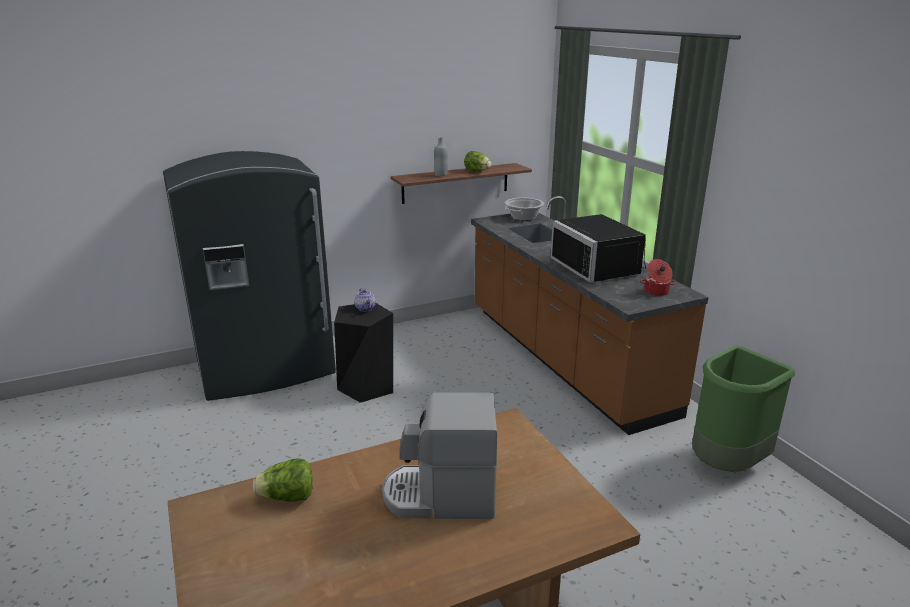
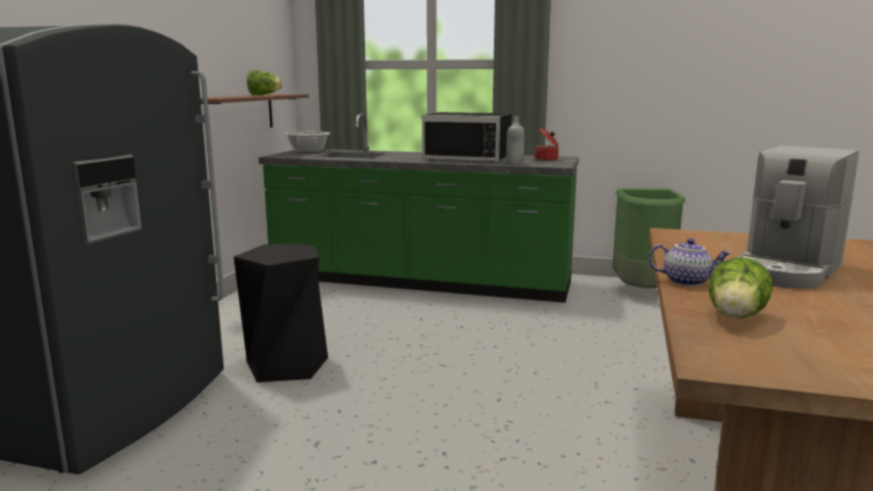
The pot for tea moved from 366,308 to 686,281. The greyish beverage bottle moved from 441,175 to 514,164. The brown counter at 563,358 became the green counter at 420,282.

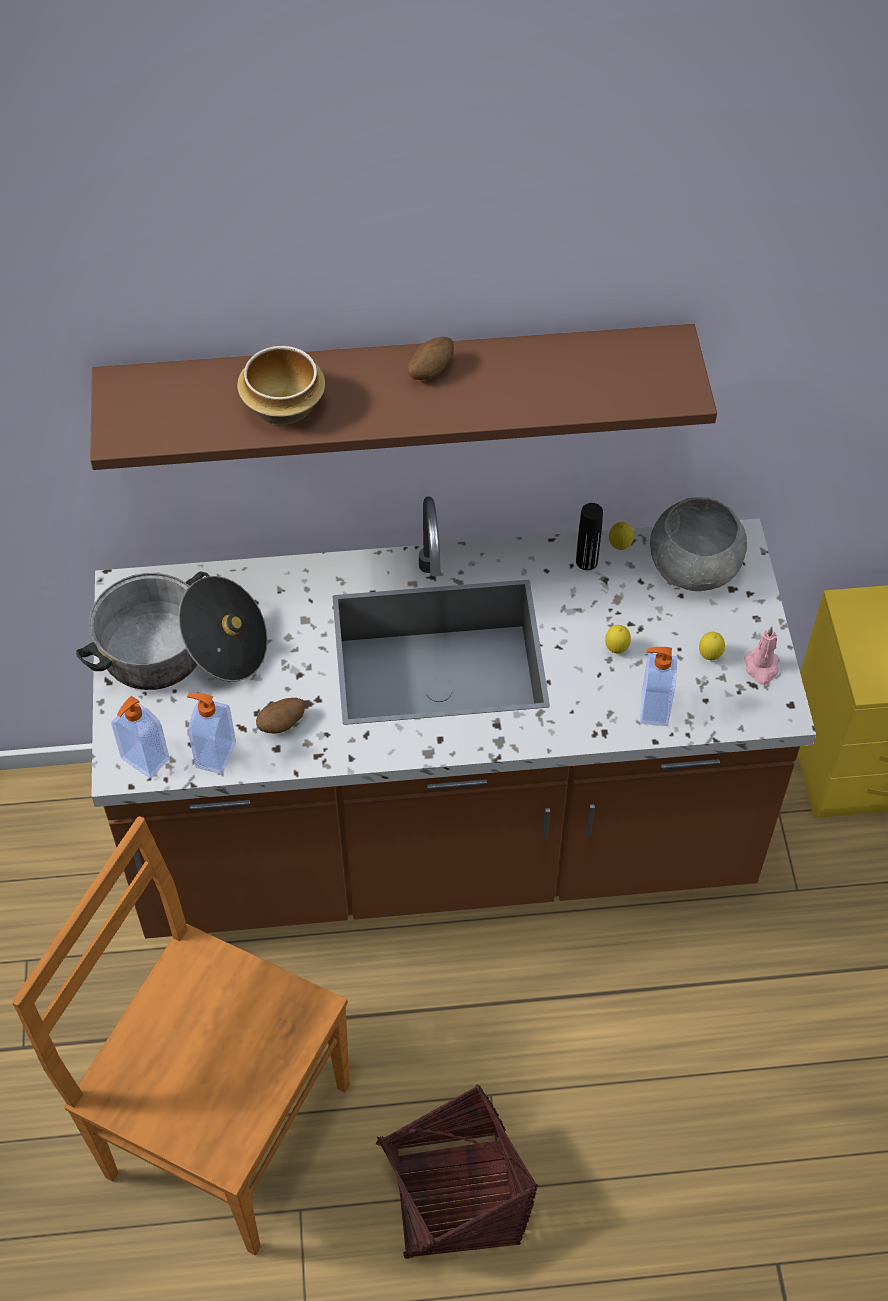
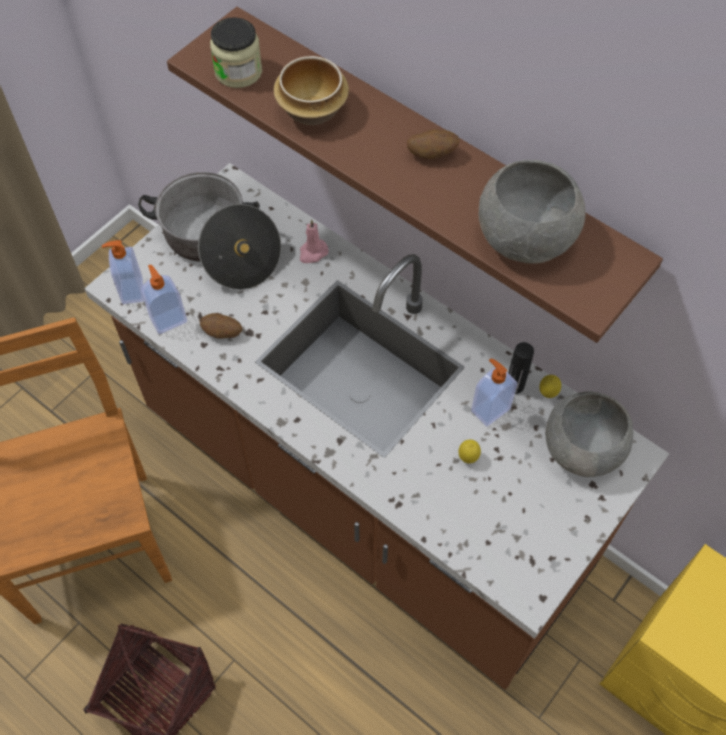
The lemon at 709,656 disappeared. The jar at 238,72 appeared. The greyish serving bowl at 525,238 appeared. The soap dispenser moved from 652,709 to 489,409. The pinkish wax light moved from 761,667 to 312,252.

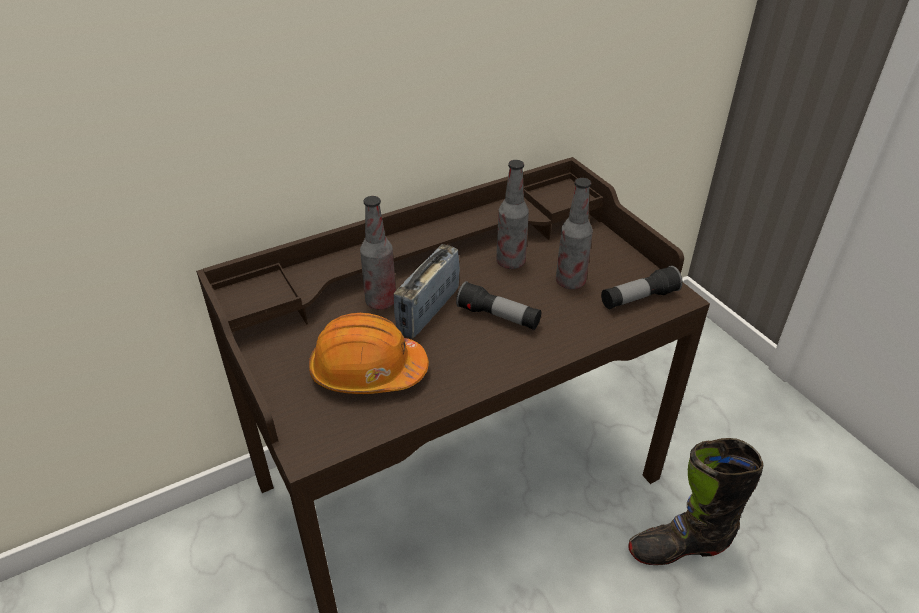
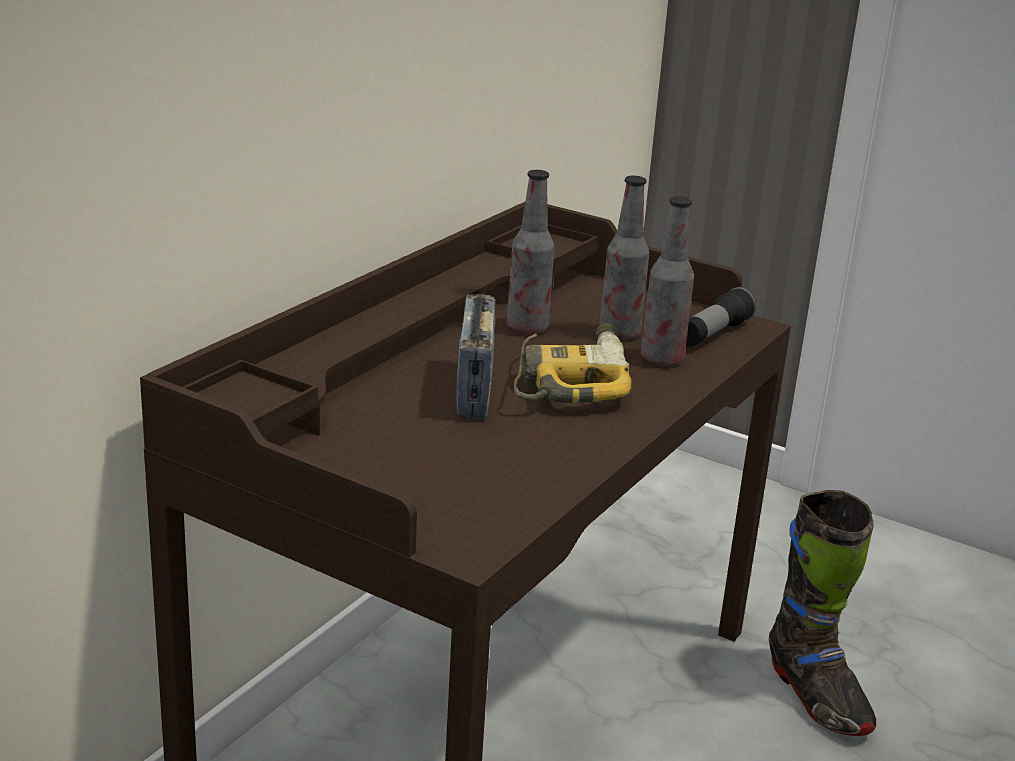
The orange-coloured work helmet at 367,371 disappeared. The beverage bottle moved from 381,301 to 662,359. The hand torch at 498,317 was replaced by the power drill at 568,380. The black tall boot at 679,547 turned 75 degrees counterclockwise.

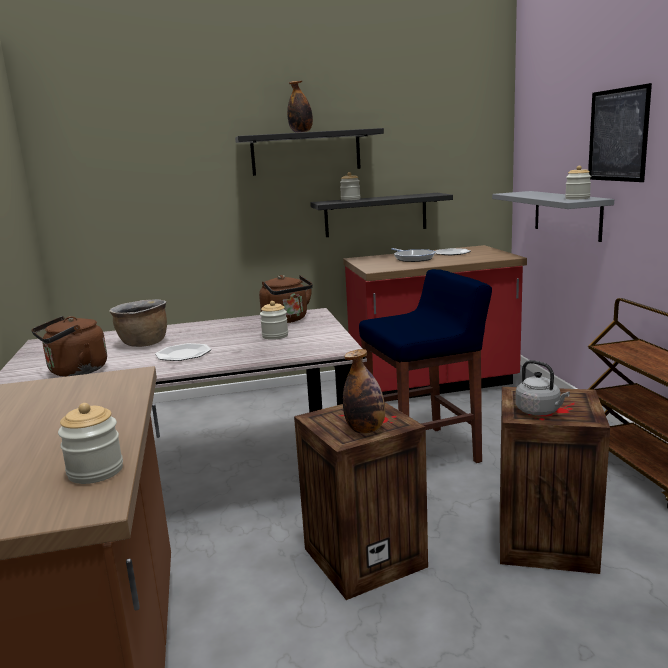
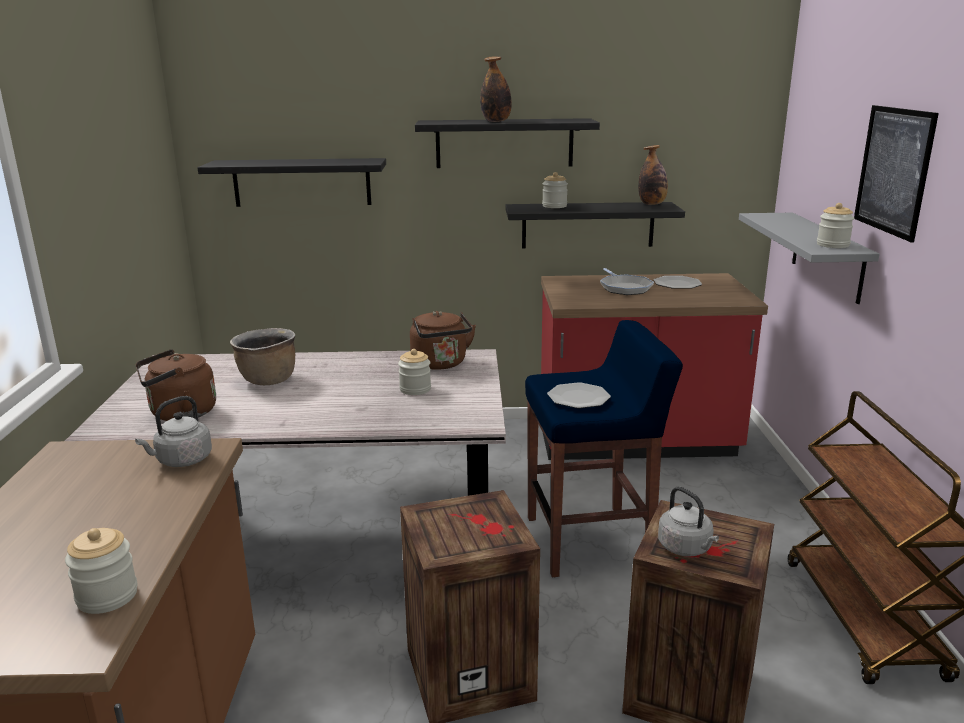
The greyish kettle at 181,461 appeared. The black wall shelf at 302,182 appeared. The plate moved from 183,354 to 578,397. The beverage bottle moved from 365,430 to 652,204.

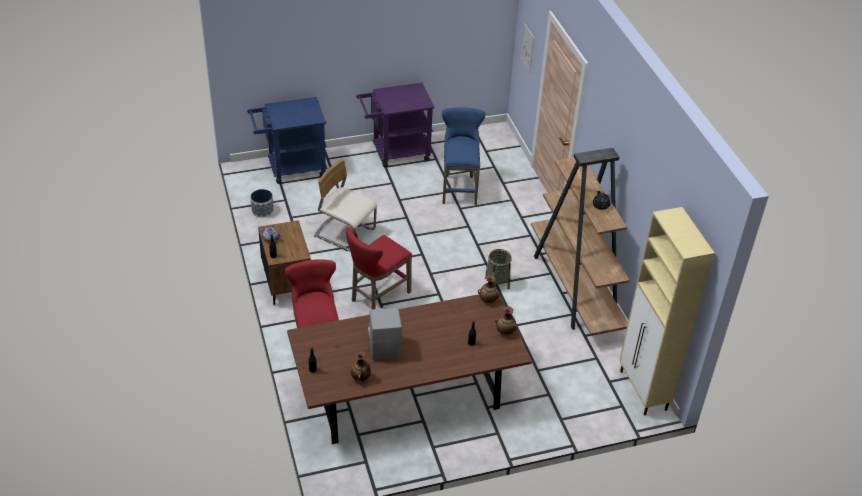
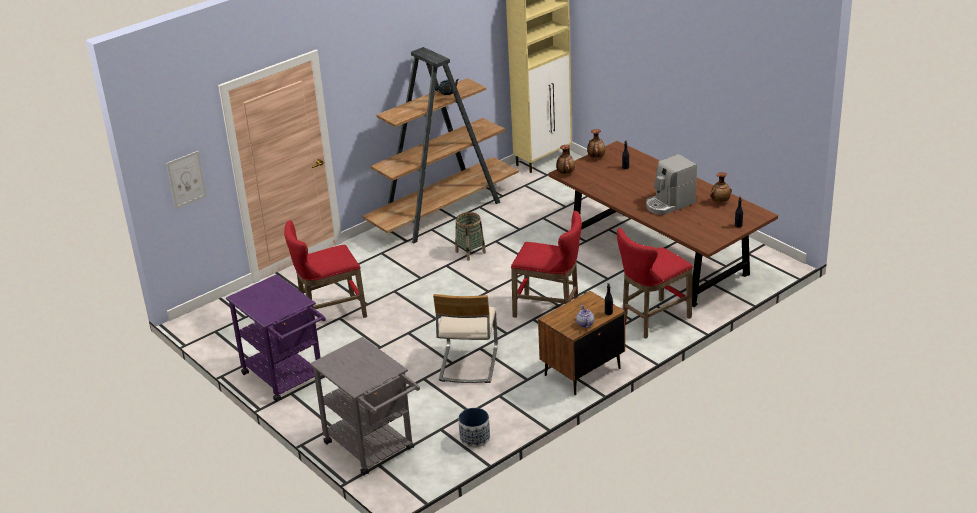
The blue-coloured trolley at 291,168 became the greyish trolley at 374,449. The blue-coloured stool seat at 459,188 became the reddish stool seat at 329,315.

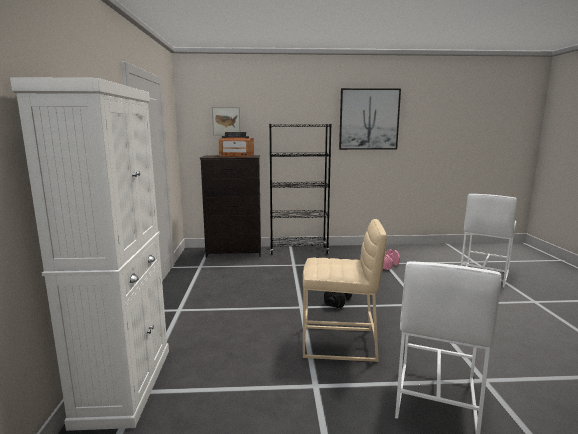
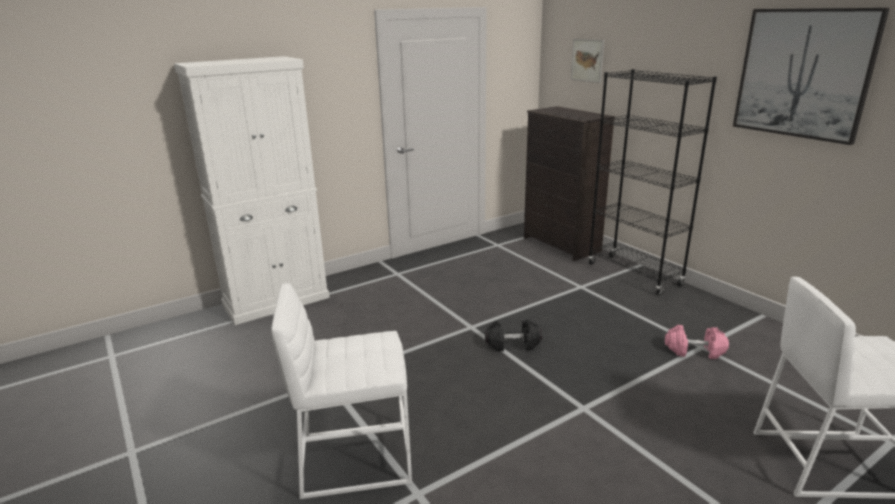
The radio at 236,156 disappeared. The beige stool seat at 339,343 disappeared.

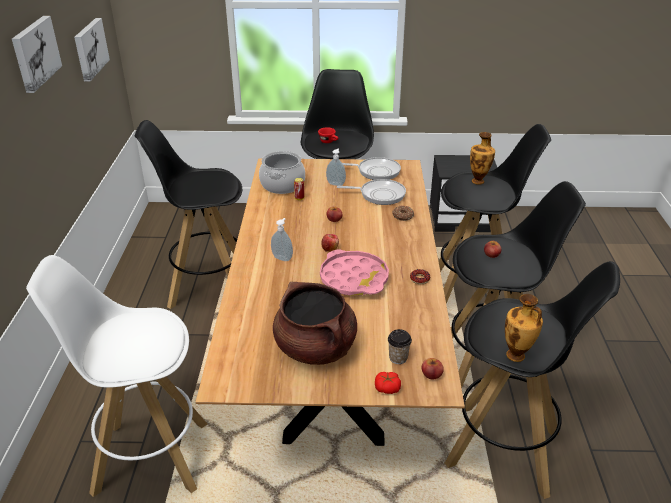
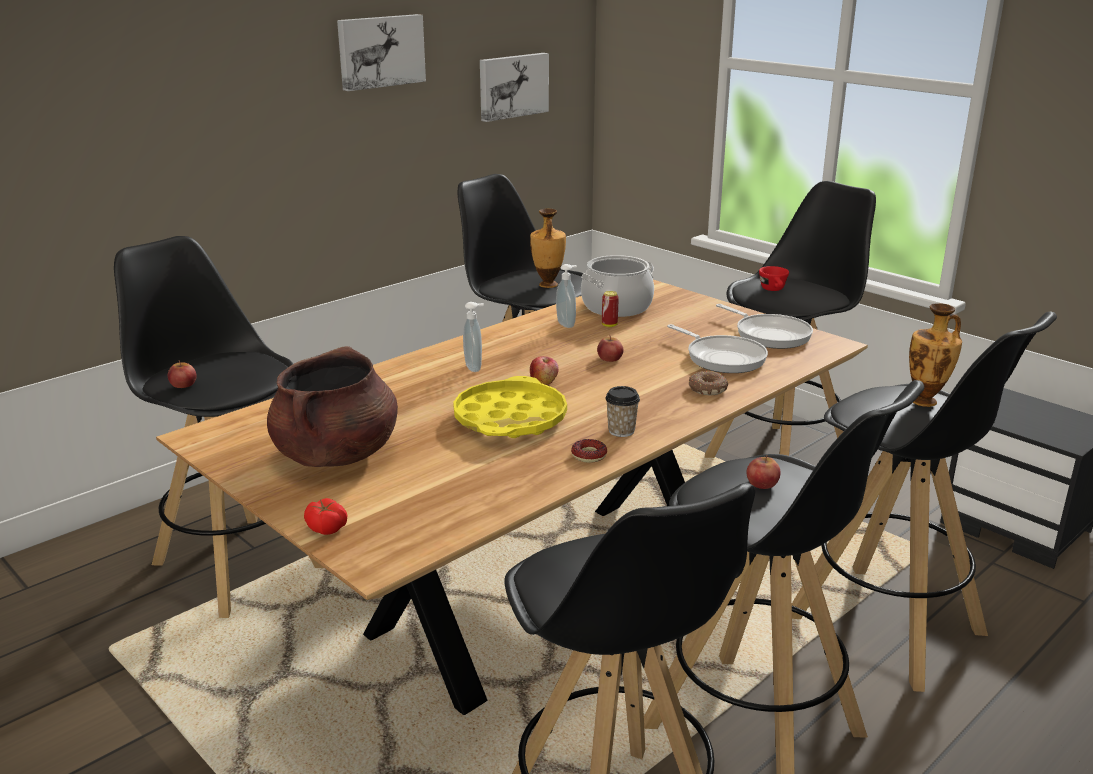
The soap dispenser moved from 336,183 to 567,324. The cup moved from 398,358 to 621,431. The apple fruit moved from 431,374 to 183,384. The decorative vase moved from 516,356 to 548,285. The white stool seat at 149,457 became the black stool seat at 238,563. The pinkish carrying tray at 354,278 became the yellow carrying tray at 510,418.

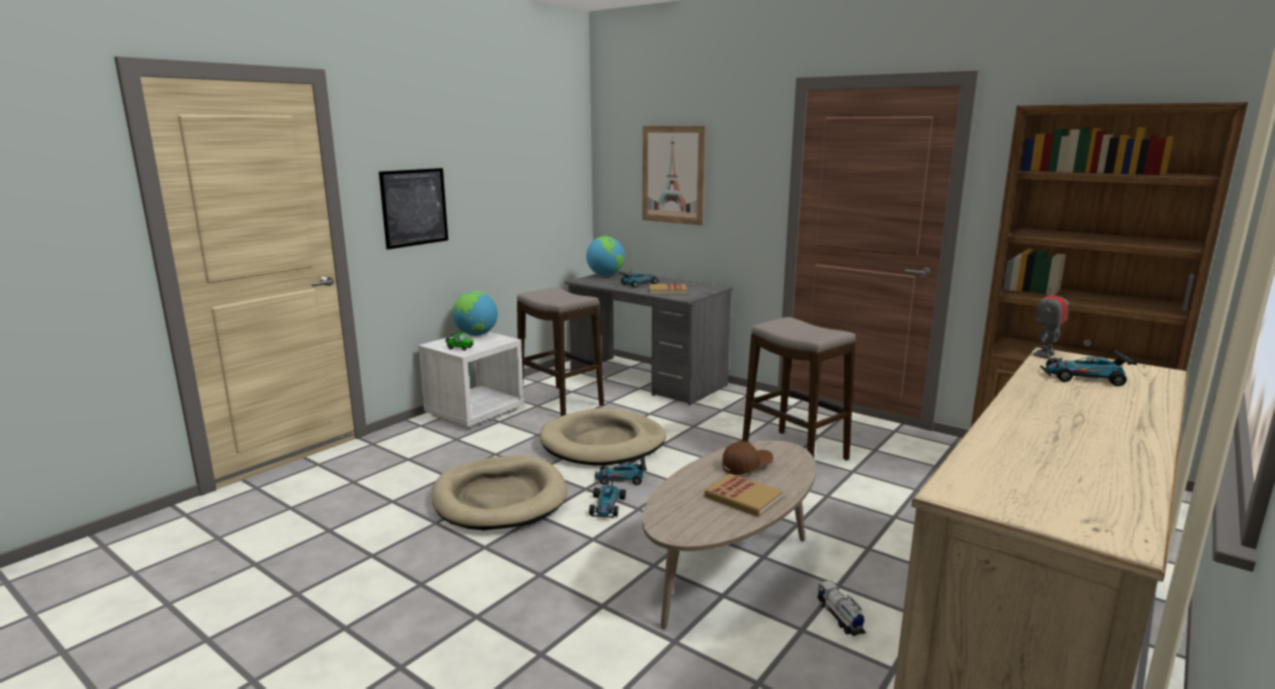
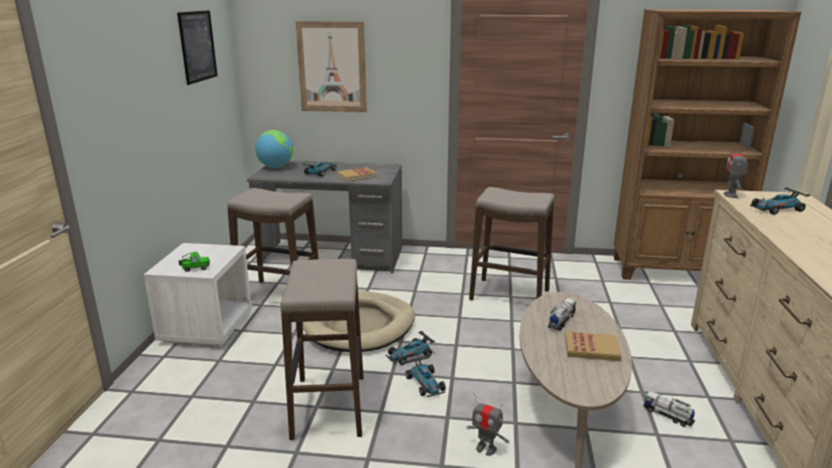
The desk globe at 476,335 disappeared. The toy robot at 486,448 appeared. The wall art moved from 414,207 to 197,46. The beige pet bed at 500,498 was replaced by the stool seat at 328,407. The brown cap at 746,467 was replaced by the toy lorry at 561,321.

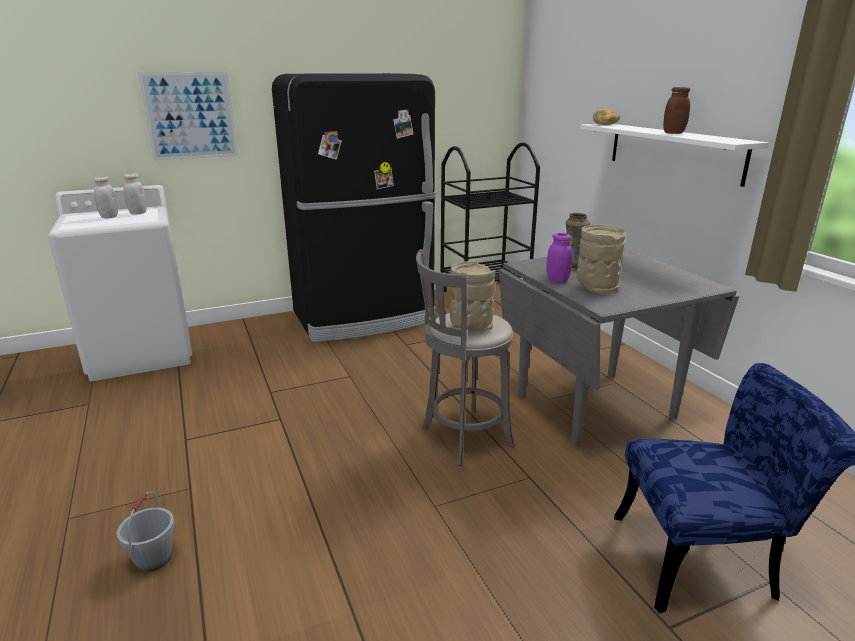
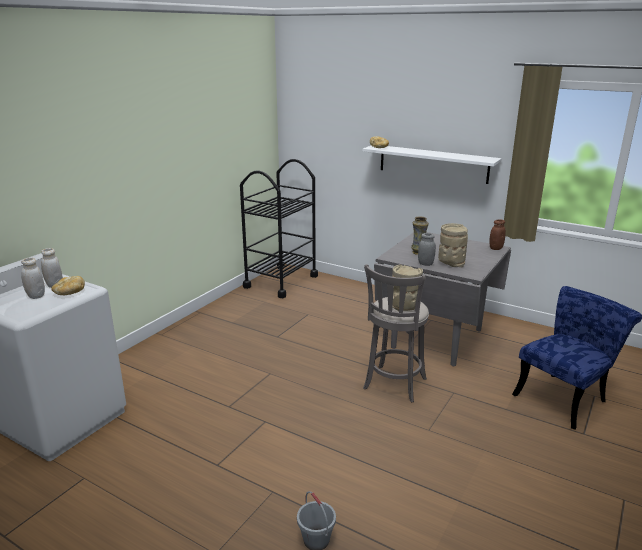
The wall art at 190,116 disappeared. The black refrigerator at 365,317 disappeared. The bakery bread at 69,293 appeared. The brown jar moved from 673,133 to 495,248. The purplish jar at 557,280 became the greyish jar at 425,264.

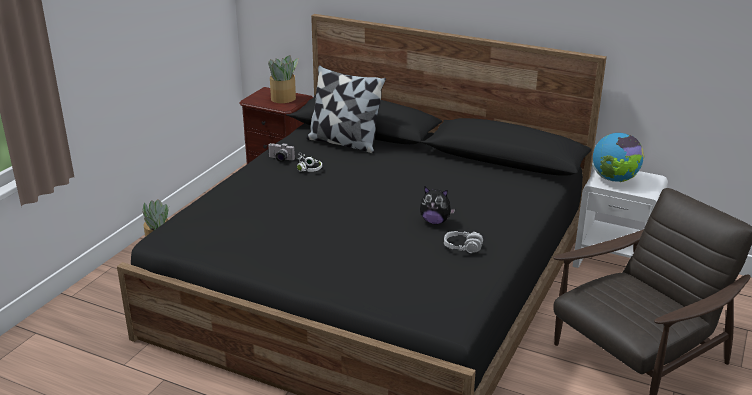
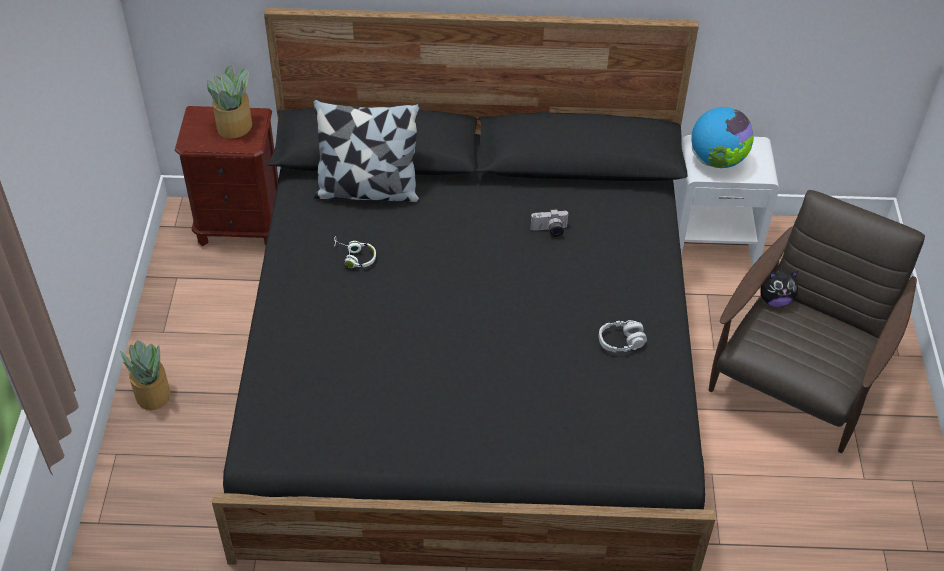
The still camera moved from 280,159 to 549,231. The soft toy moved from 435,221 to 775,300.

